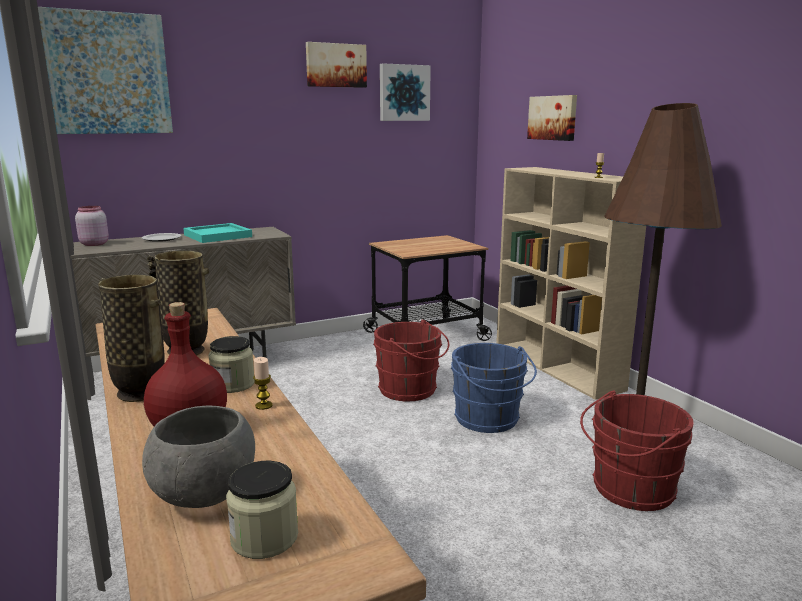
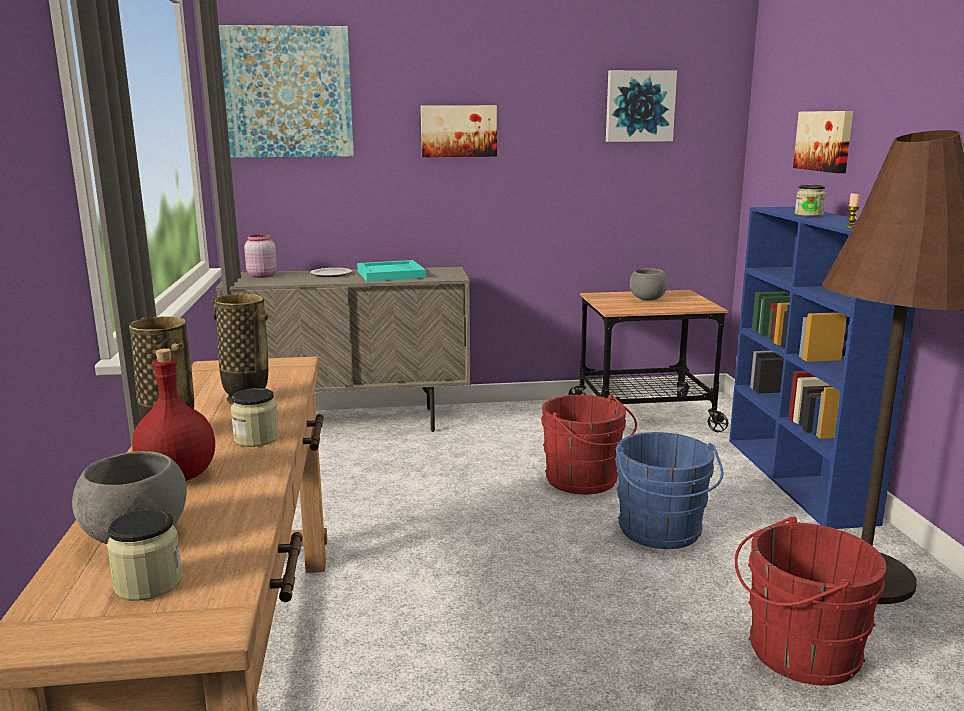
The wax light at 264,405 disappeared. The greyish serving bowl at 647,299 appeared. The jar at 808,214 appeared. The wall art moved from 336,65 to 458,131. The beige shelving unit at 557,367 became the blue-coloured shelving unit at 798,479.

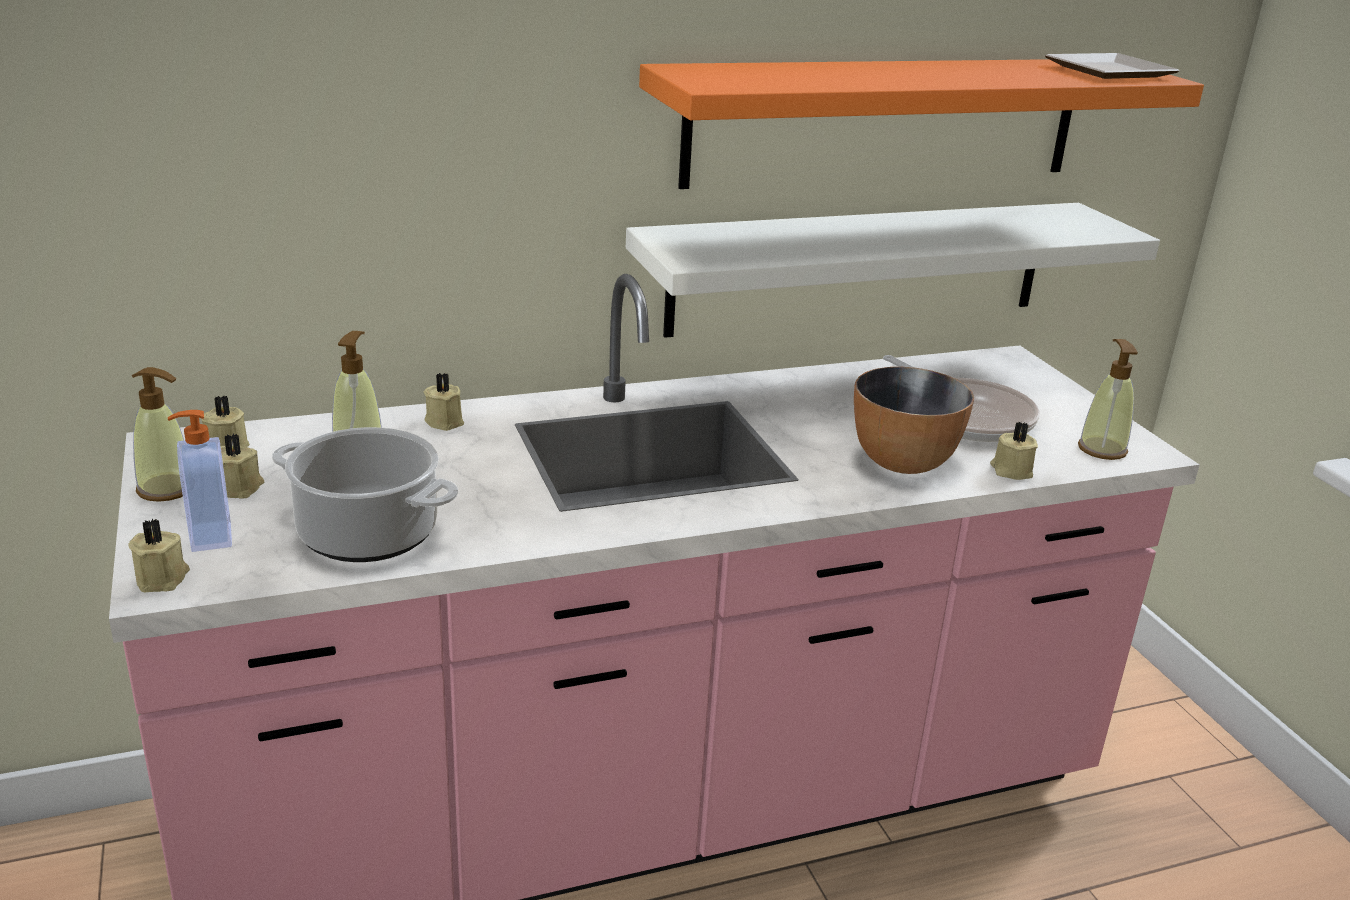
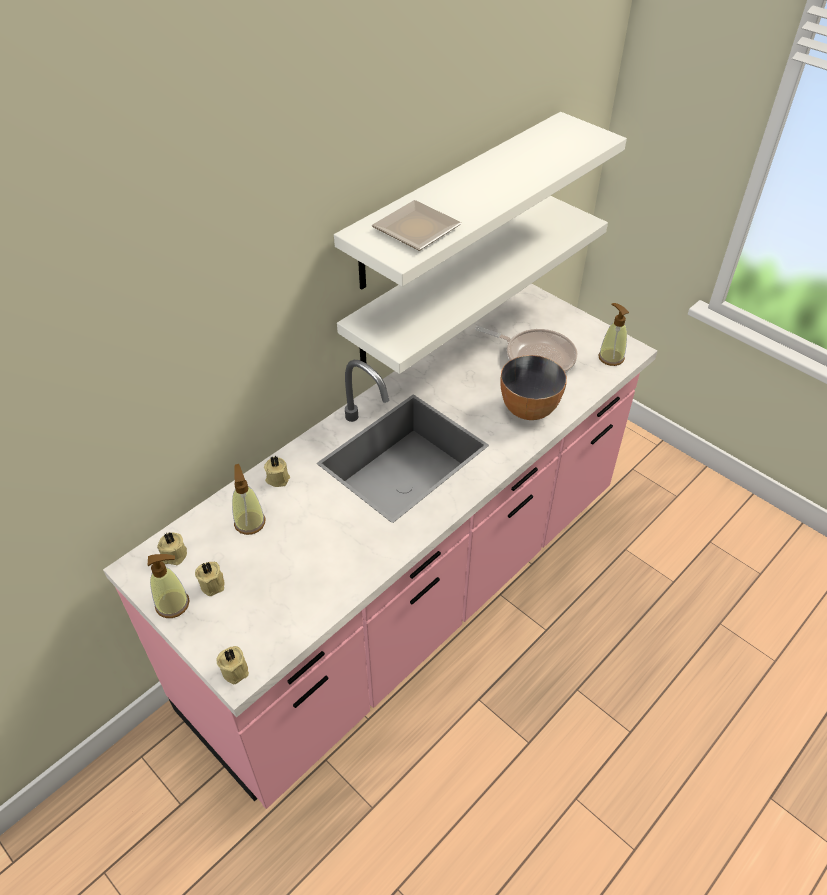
The soap dispenser at 209,537 disappeared. The stockpot at 366,534 disappeared. The beige wax light at 1010,471 disappeared. The plate moved from 1114,72 to 420,229. The orange-coloured wall shelf at 885,121 became the white wall shelf at 456,200.

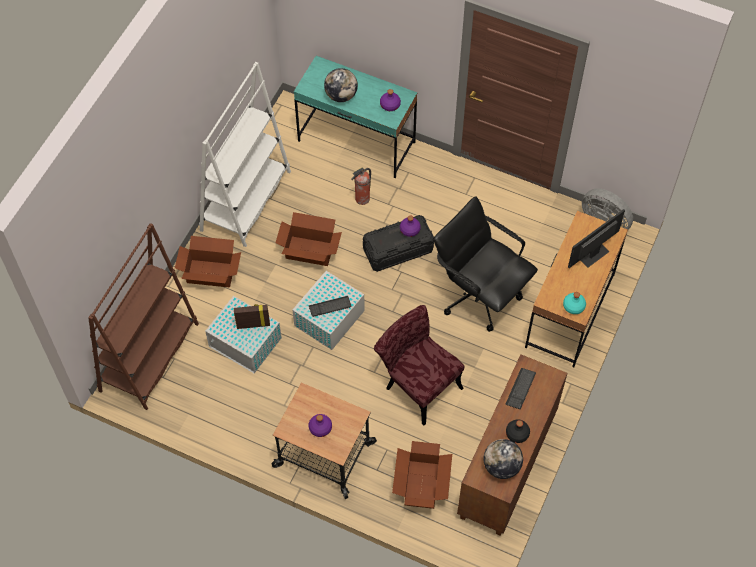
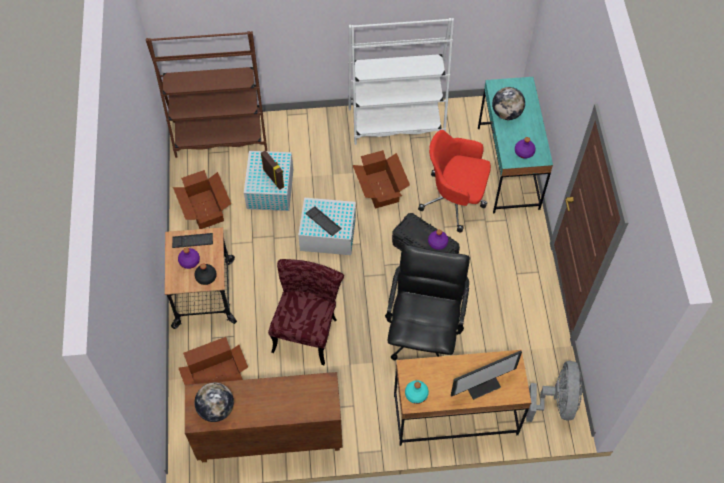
The packing box moved from 210,273 to 205,209. The keyboard moved from 520,389 to 192,241. The black beverage bottle moved from 517,434 to 206,277. The fire-fighting cylinder at 361,199 was replaced by the reddish computer chair at 455,200. The computer screen at 592,254 turned 135 degrees clockwise.

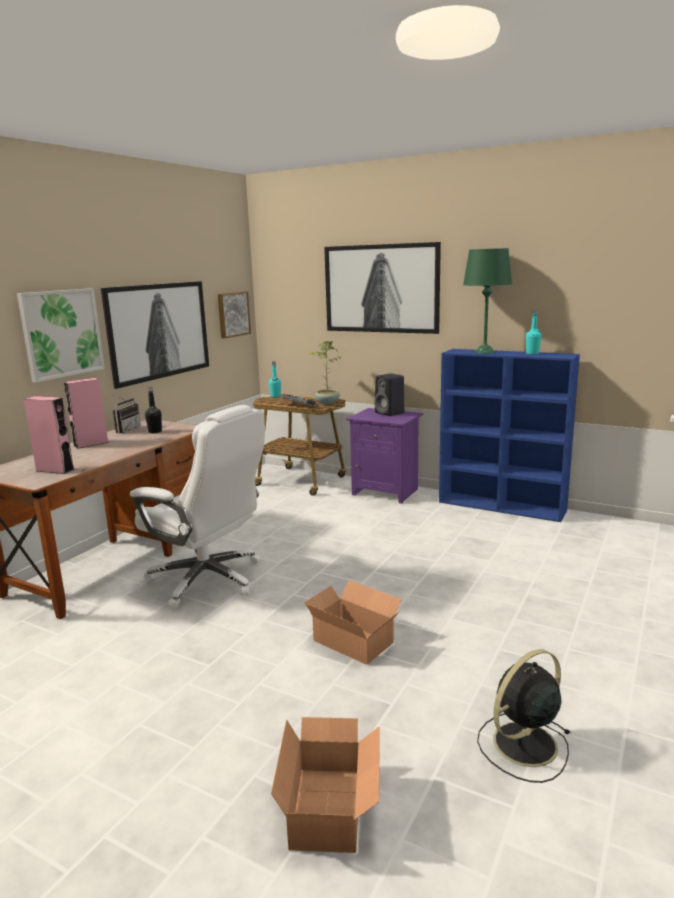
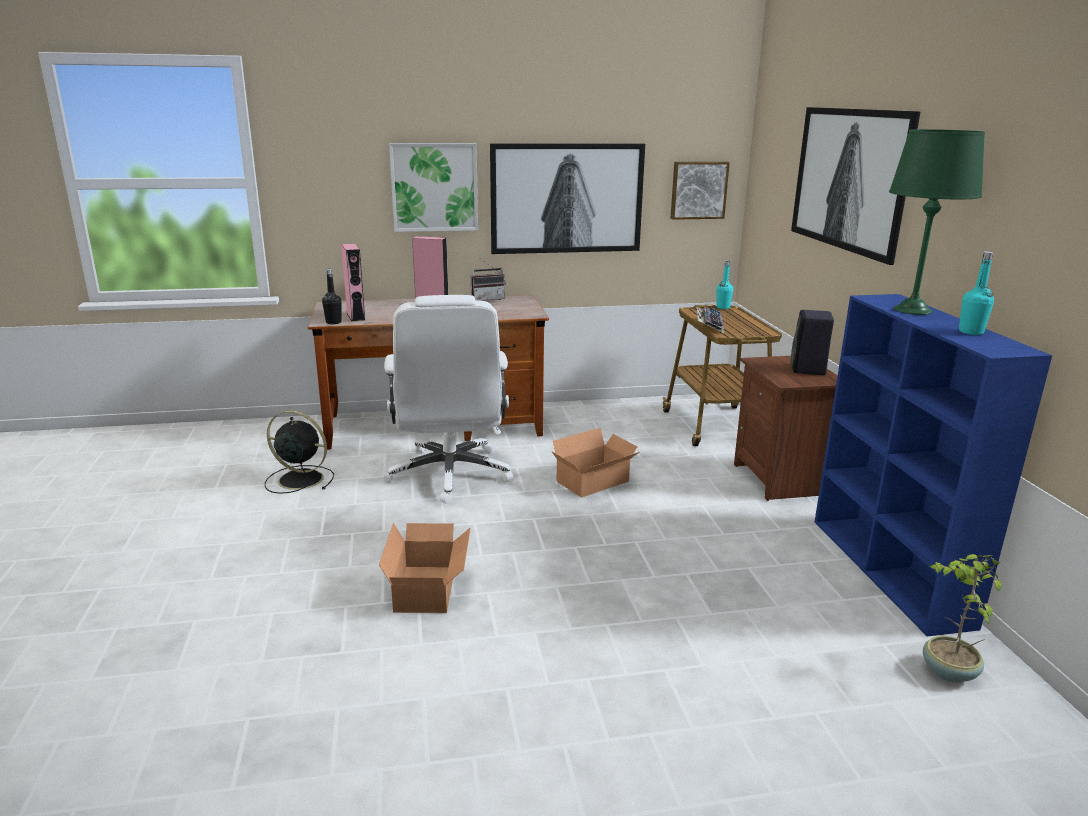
The black beverage bottle moved from 155,432 to 333,322. The packing box moved from 331,807 to 595,482. The potted plant moved from 327,403 to 947,672. The black fan moved from 523,745 to 299,479. The purplish night table at 386,491 became the brown night table at 780,479.

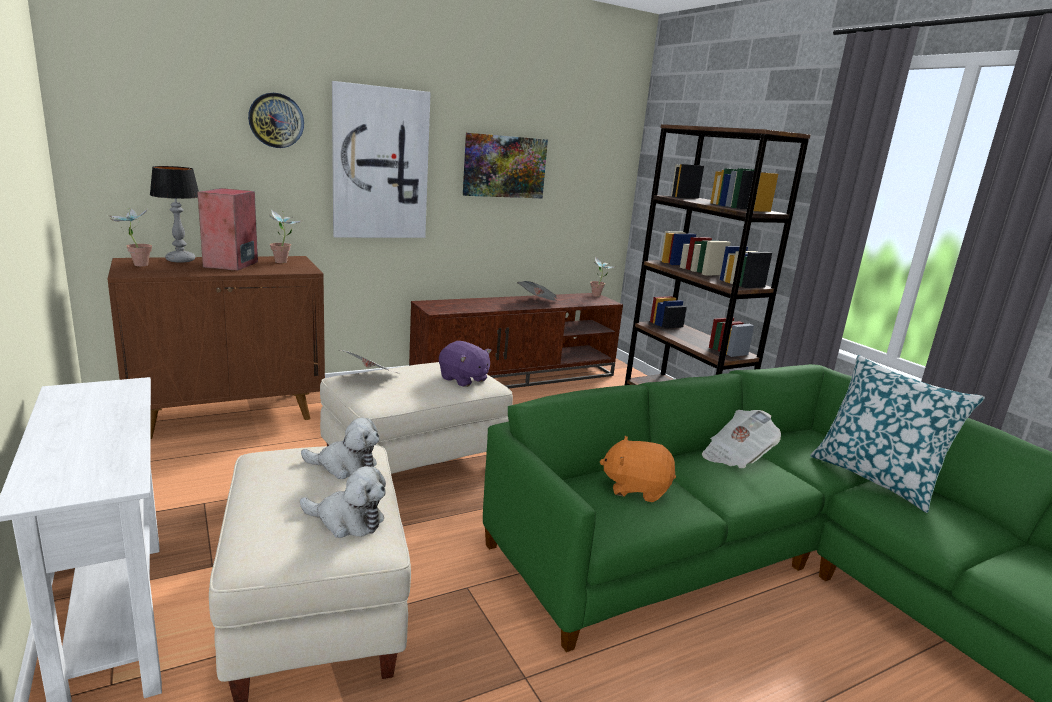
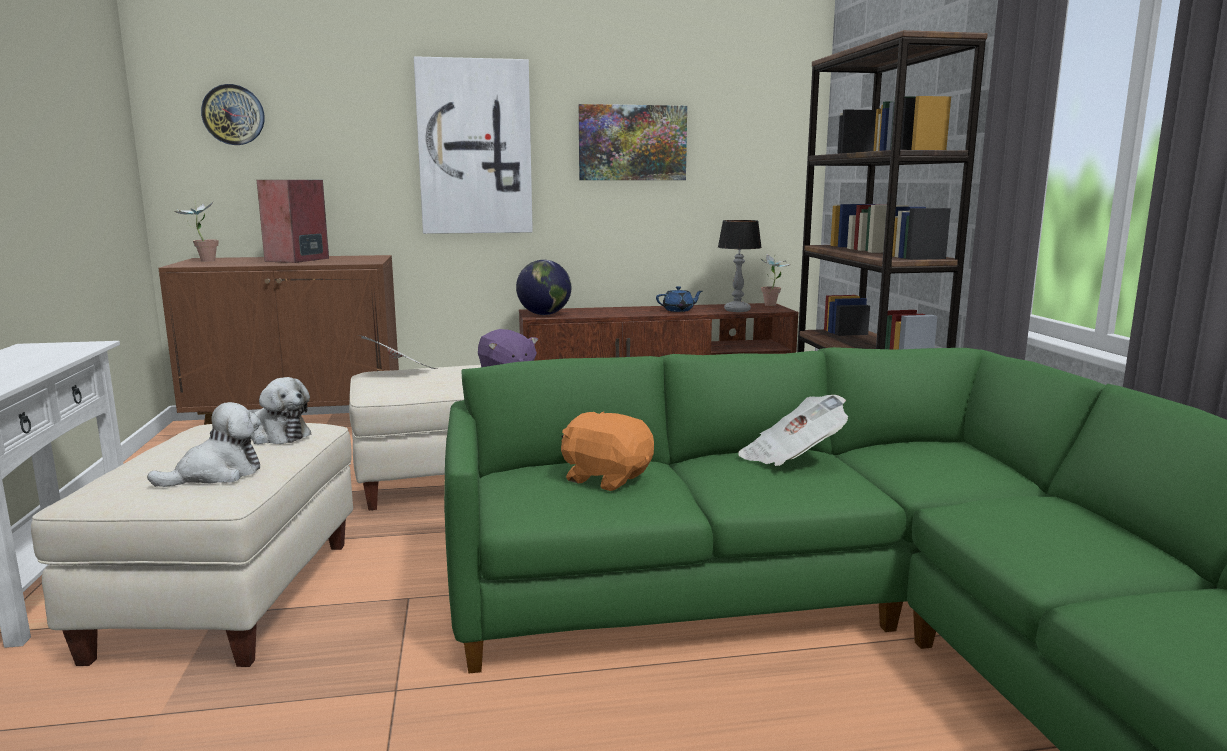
The potted plant at 284,262 disappeared. The throw pillow at 876,478 disappeared. The desk globe at 544,314 appeared. The table lamp moved from 181,260 to 737,310. The hanging clock moved from 276,120 to 233,115. The newspaper at 538,302 was replaced by the blue-coloured pot for tea at 678,310. The soft toy at 347,521 turned 75 degrees counterclockwise.

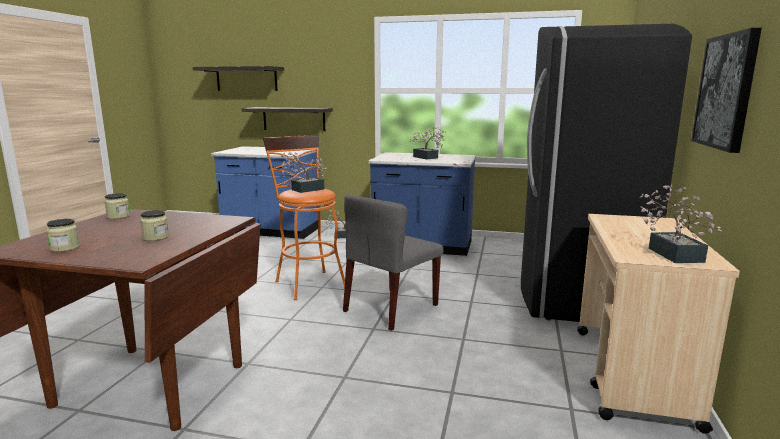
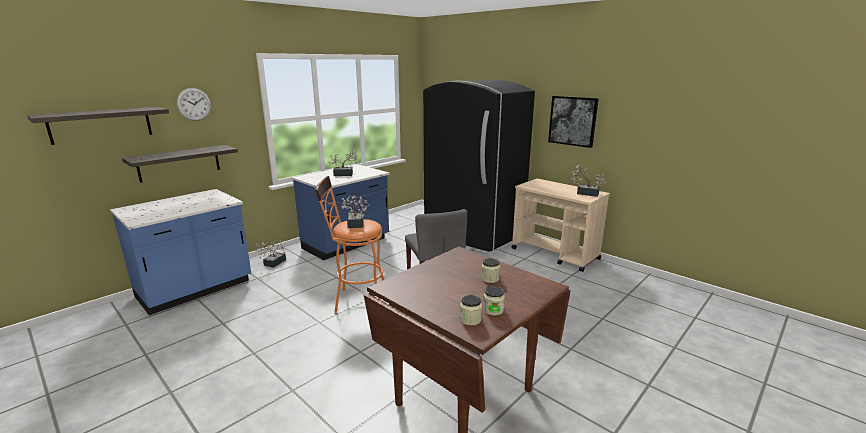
The hanging clock at 194,104 appeared. The jar moved from 118,216 to 470,319.

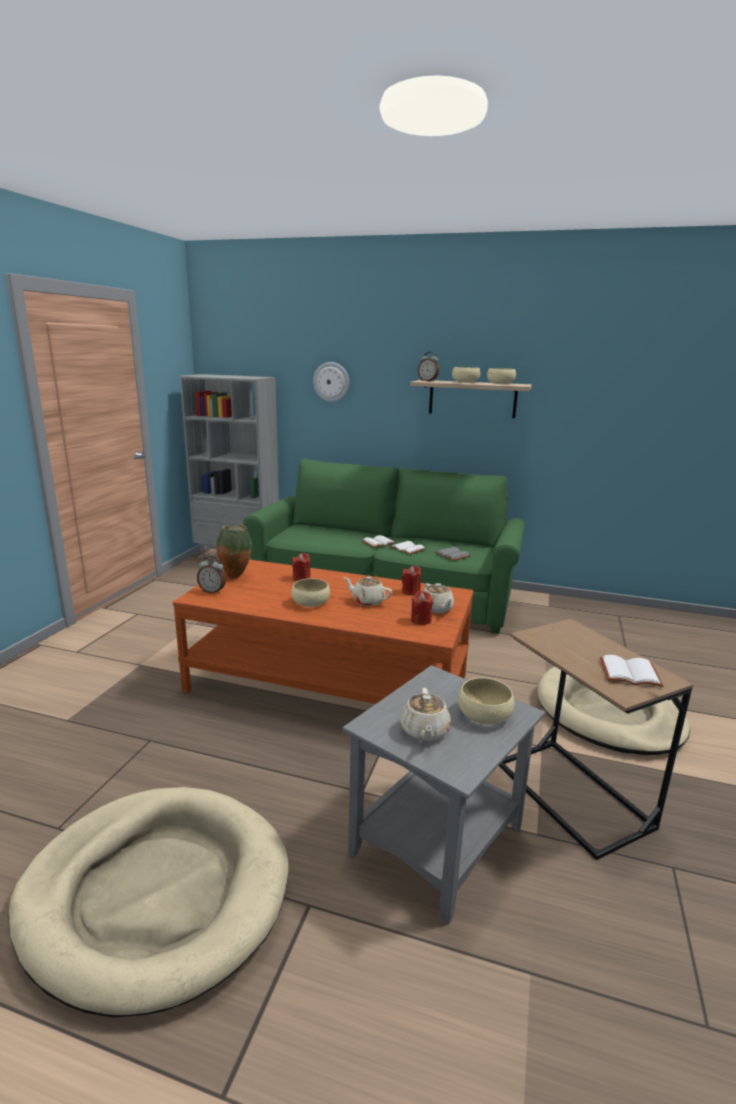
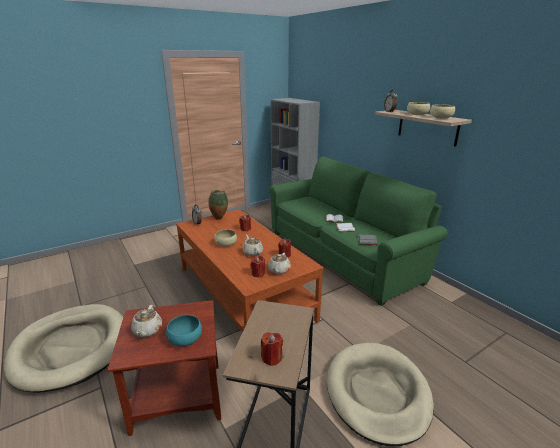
The hanging clock at 331,382 disappeared. The white bound book at 630,672 was replaced by the reddish wax light at 271,357. The greyish accent table at 438,842 became the brown accent table at 177,398. The beige serving bowl at 484,714 became the turquoise-coloured serving bowl at 185,338. The beige pot for tea at 424,731 turned 45 degrees counterclockwise.

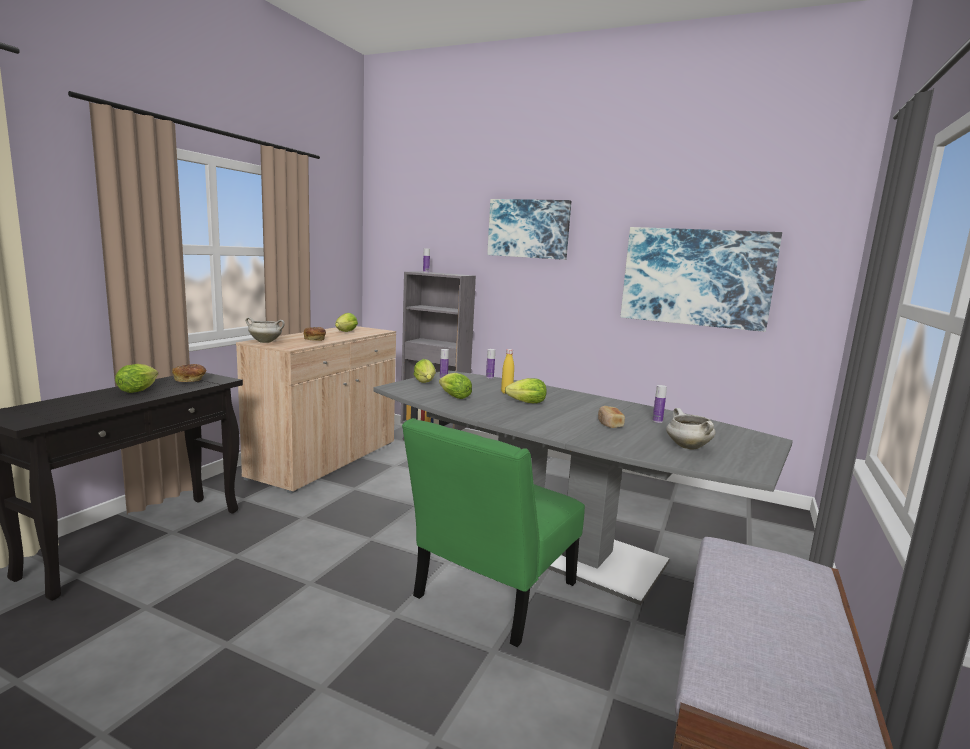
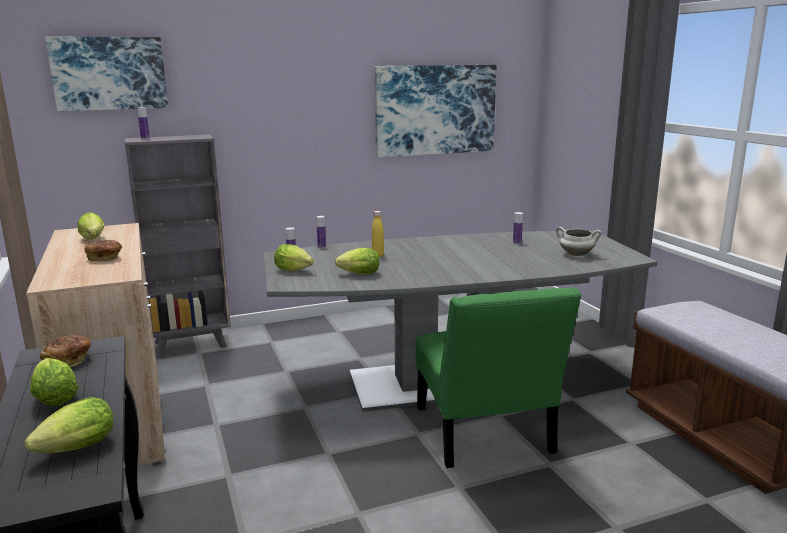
The white stockpot at 266,342 disappeared. The bakery bread at 609,424 disappeared. The wall art moved from 528,229 to 109,73. The lettuce moved from 524,403 to 73,450.

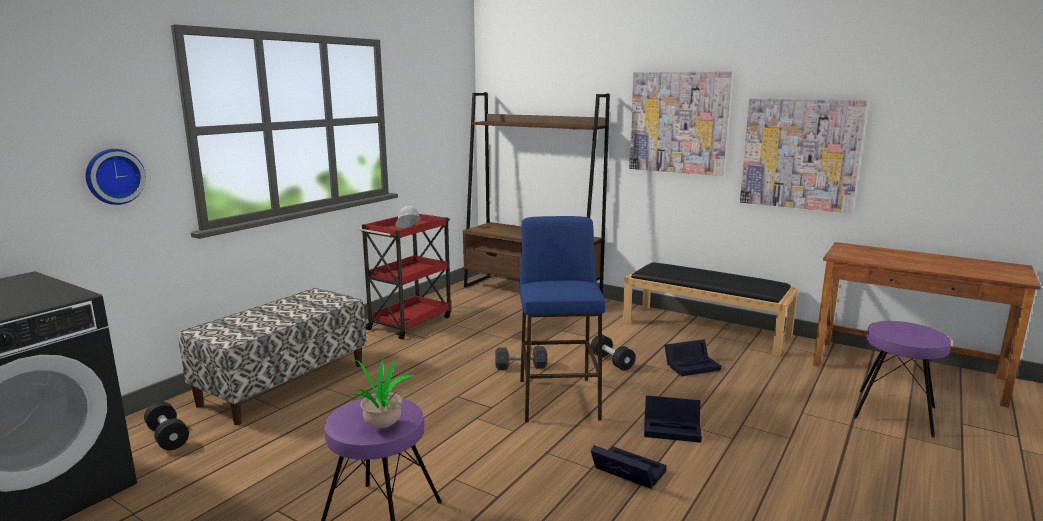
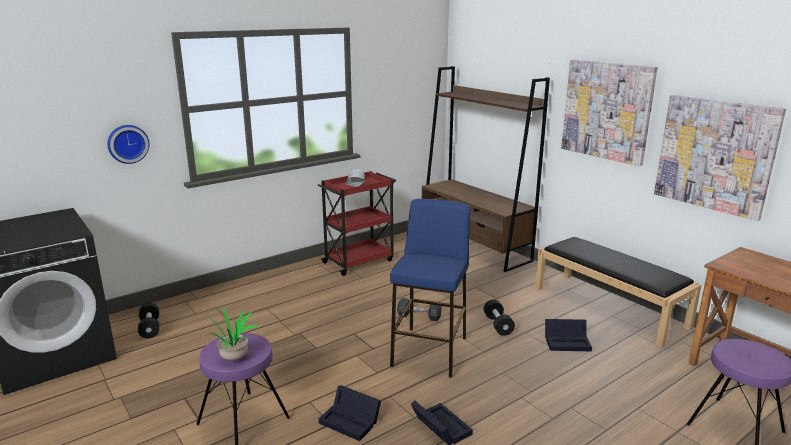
The indoor bench at 284,384 disappeared. The black storage bin moved from 673,428 to 351,421.

